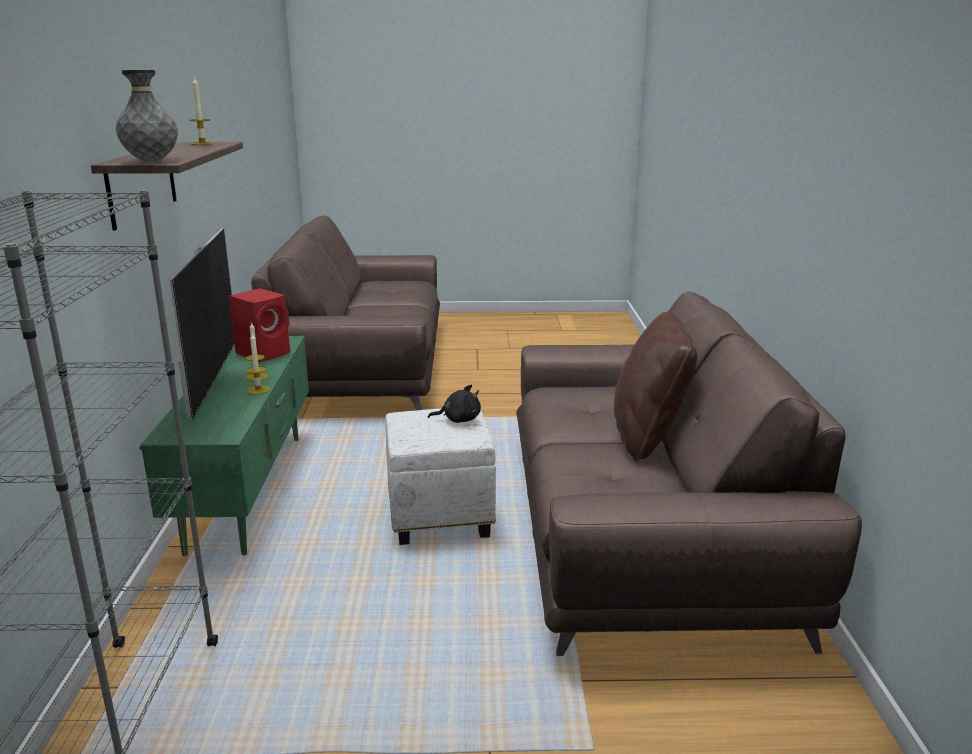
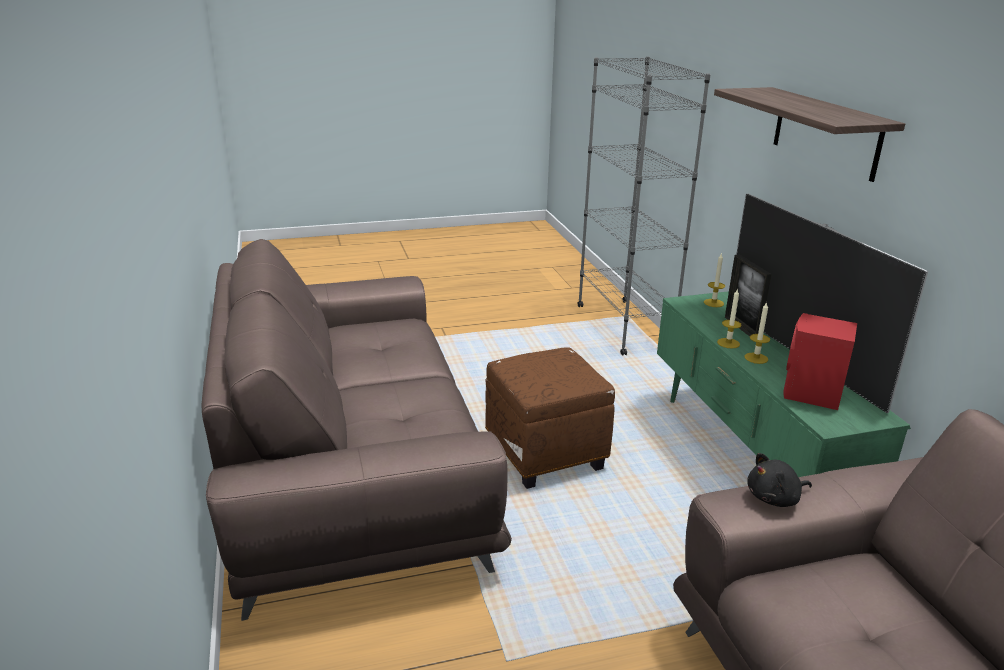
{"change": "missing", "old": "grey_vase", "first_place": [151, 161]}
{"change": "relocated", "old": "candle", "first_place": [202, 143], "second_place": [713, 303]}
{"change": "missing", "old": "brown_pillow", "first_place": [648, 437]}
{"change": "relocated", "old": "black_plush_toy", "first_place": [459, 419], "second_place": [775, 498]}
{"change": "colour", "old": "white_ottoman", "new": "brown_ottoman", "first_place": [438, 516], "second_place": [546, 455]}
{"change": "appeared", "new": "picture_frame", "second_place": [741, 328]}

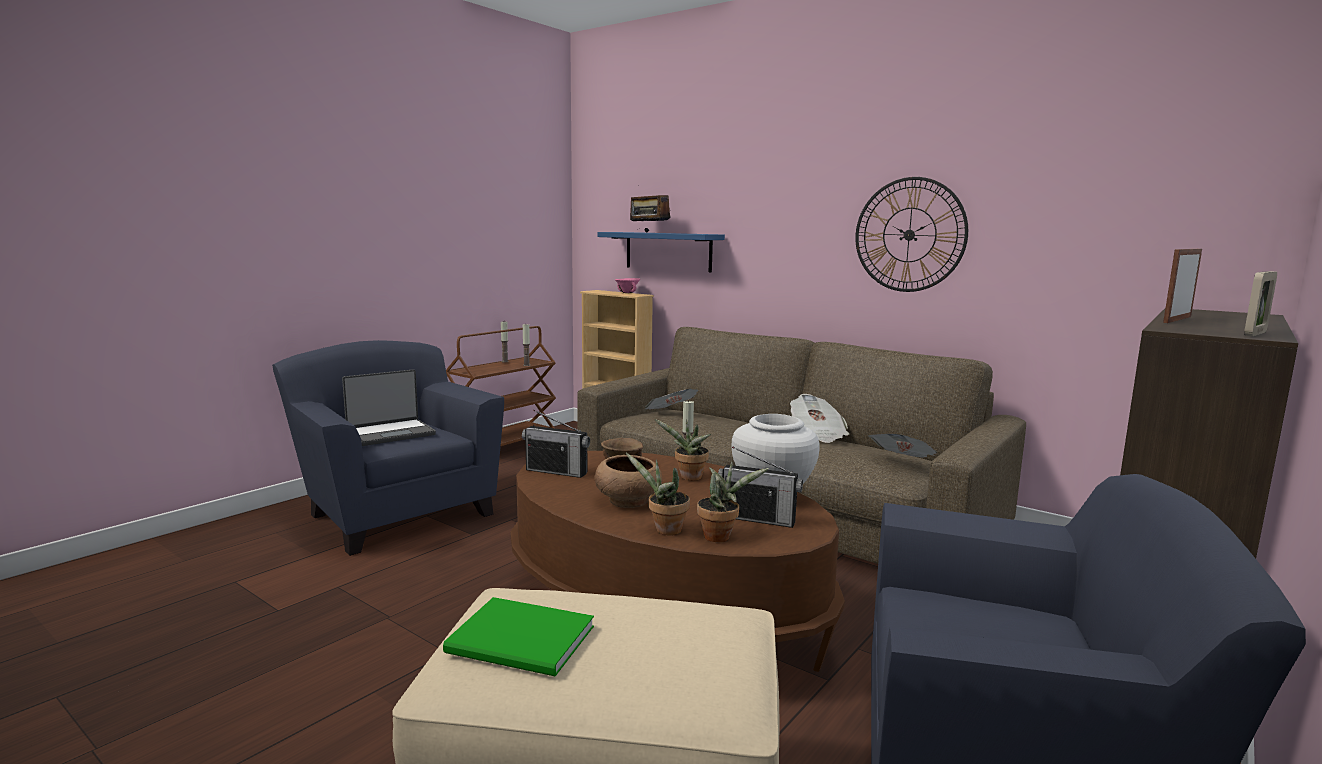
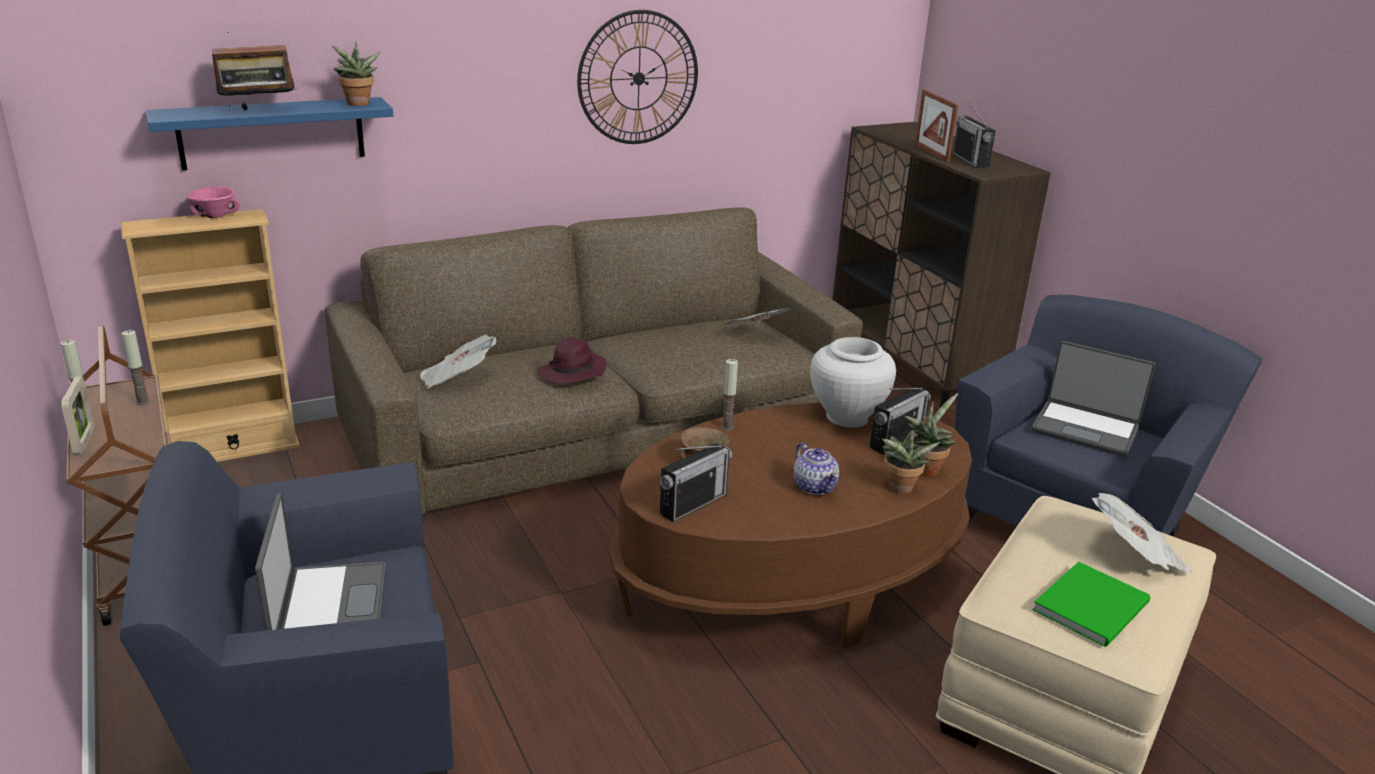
{"change": "relocated", "old": "picture_frame", "first_place": [1255, 333], "second_place": [84, 441]}
{"change": "relocated", "old": "newspaper", "first_place": [818, 434], "second_place": [1135, 556]}
{"change": "relocated", "old": "potted_plant", "first_place": [688, 478], "second_place": [358, 104]}
{"change": "exchanged", "old": "brown_bowl", "new": "teapot", "first_place": [629, 501], "second_place": [814, 486]}
{"change": "appeared", "new": "radio", "second_place": [970, 160]}
{"change": "appeared", "new": "purple_hat", "second_place": [572, 373]}
{"change": "appeared", "new": "laptop", "second_place": [1085, 429]}

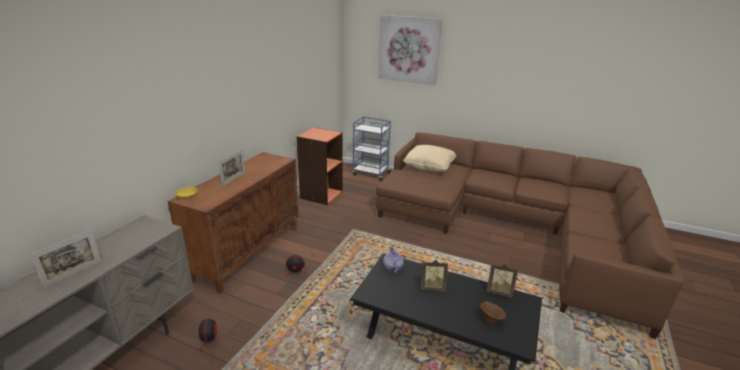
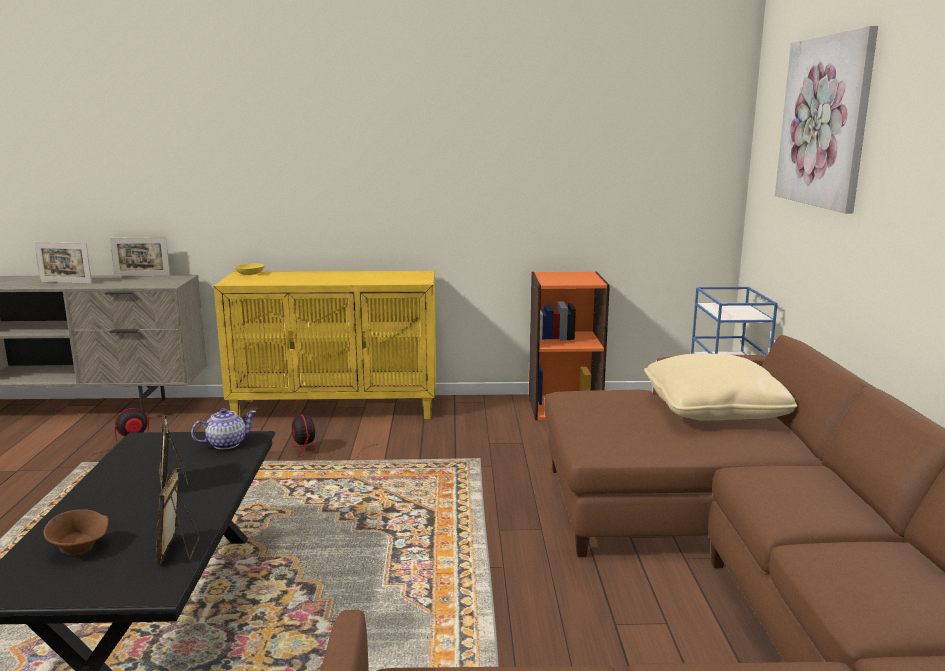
{"change": "relocated", "old": "picture_frame", "first_place": [234, 179], "second_place": [142, 276]}
{"change": "colour", "old": "brown_cabinet", "new": "yellow_cabinet", "first_place": [248, 251], "second_place": [337, 408]}

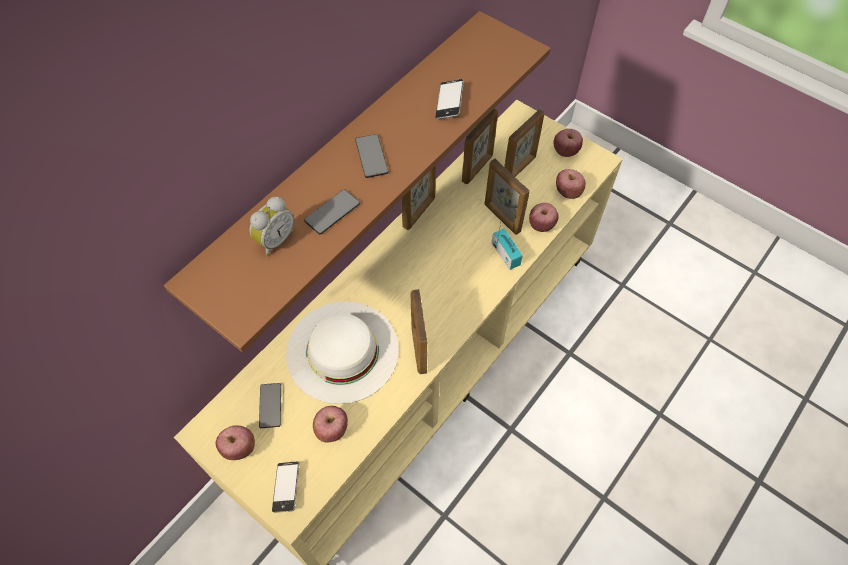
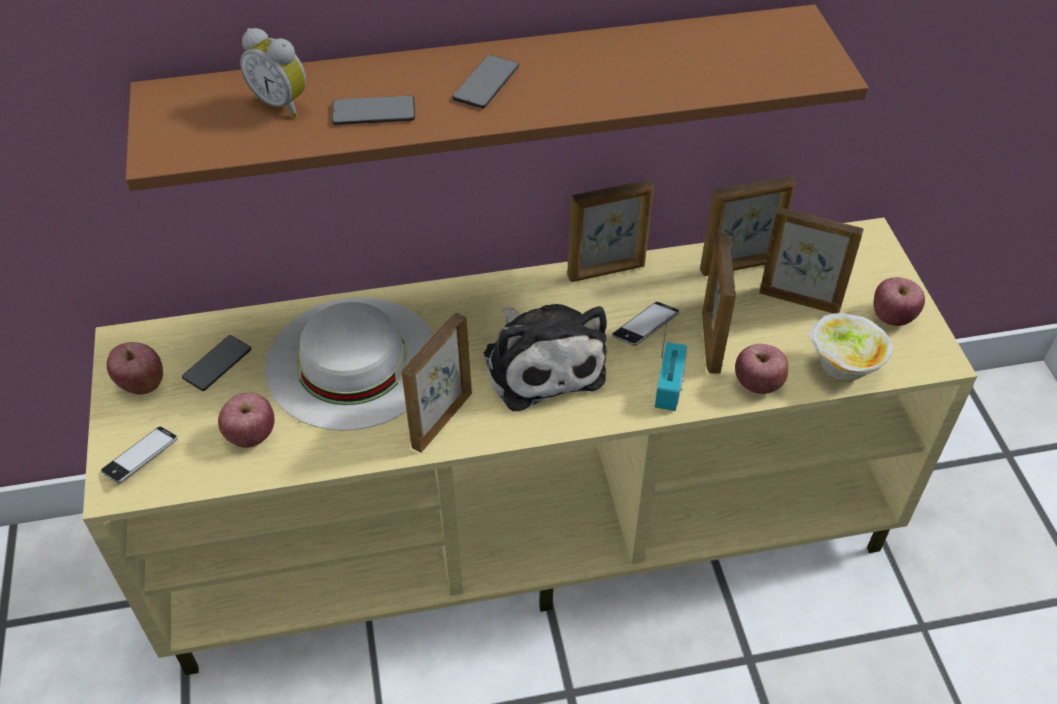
{"change": "relocated", "old": "phone", "first_place": [449, 102], "second_place": [645, 327]}
{"change": "spun", "old": "picture_frame", "first_place": [519, 168], "second_place": [799, 299], "degrees": -150}
{"change": "exchanged", "old": "apple", "new": "bowl", "first_place": [568, 192], "second_place": [841, 368]}
{"change": "spun", "old": "alarm_clock", "first_place": [275, 239], "second_place": [282, 103], "degrees": 45}
{"change": "appeared", "new": "plush_toy", "second_place": [542, 362]}

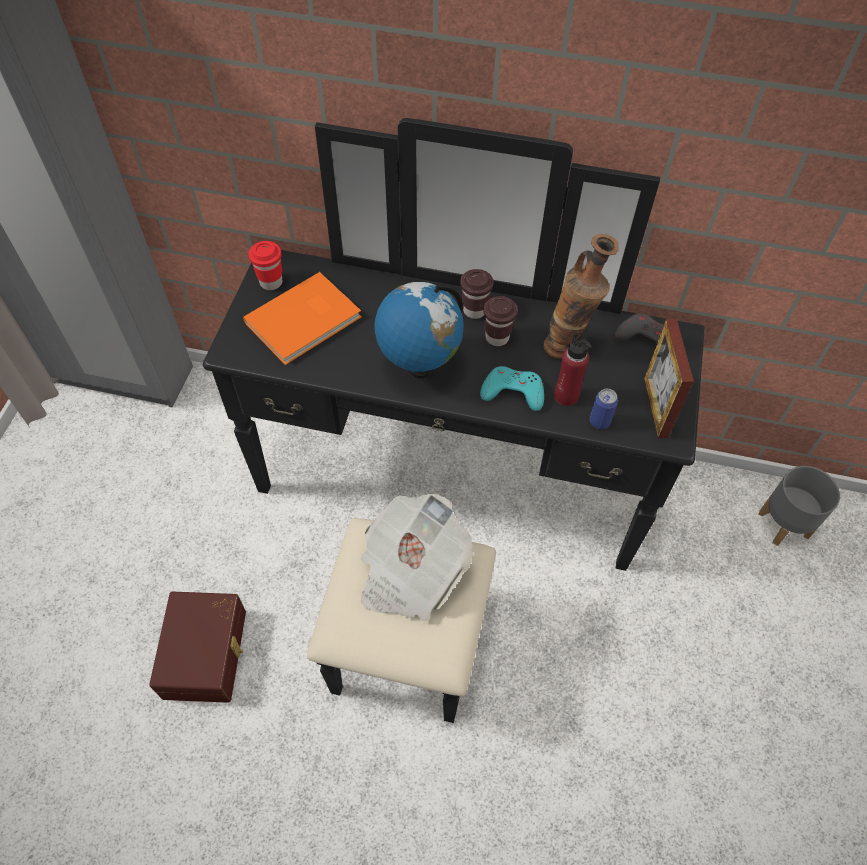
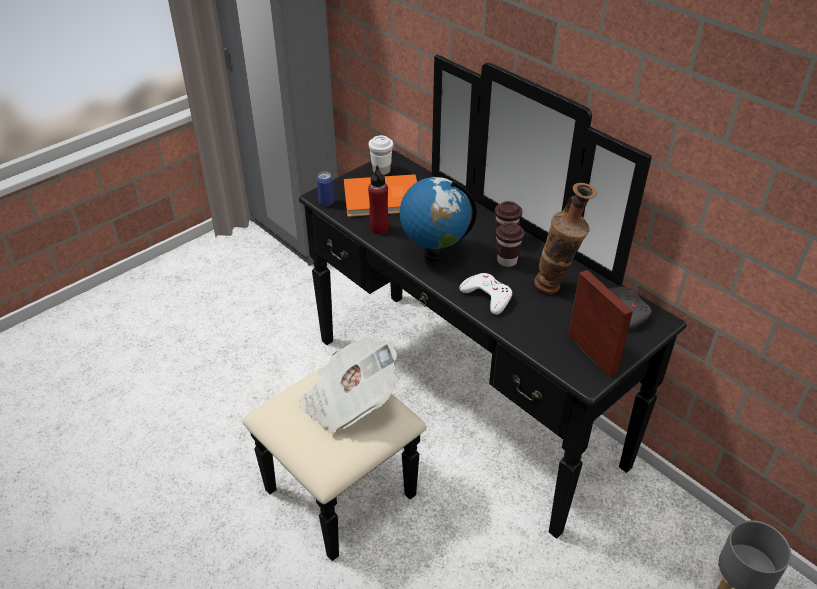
{"change": "colour", "old": "red_cup", "new": "white_cup", "first_place": [271, 282], "second_place": [381, 171]}
{"change": "spun", "old": "picture_frame", "first_place": [655, 407], "second_place": [591, 354], "degrees": 120}
{"change": "relocated", "old": "red_bottle", "first_place": [566, 396], "second_place": [379, 228]}
{"change": "colour", "old": "turquoise_game_controller", "new": "white_game_controller", "first_place": [513, 392], "second_place": [487, 296]}
{"change": "relocated", "old": "can", "first_place": [599, 421], "second_place": [326, 202]}
{"change": "missing", "old": "brown_storage_box", "first_place": [207, 653]}

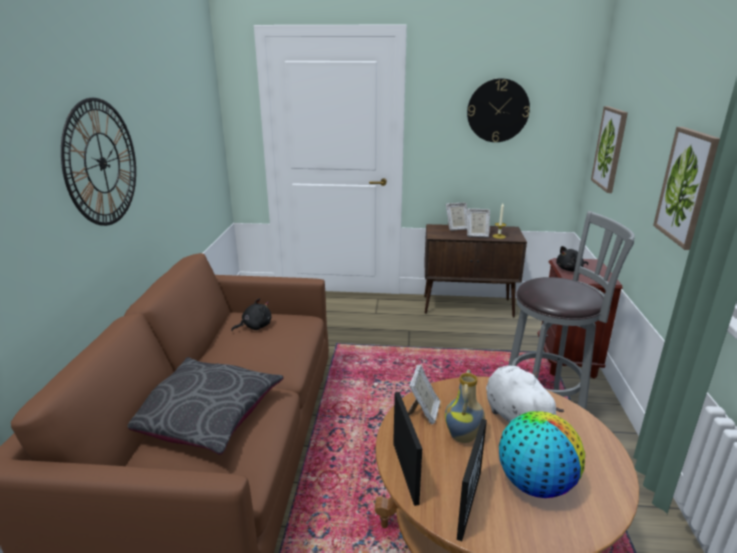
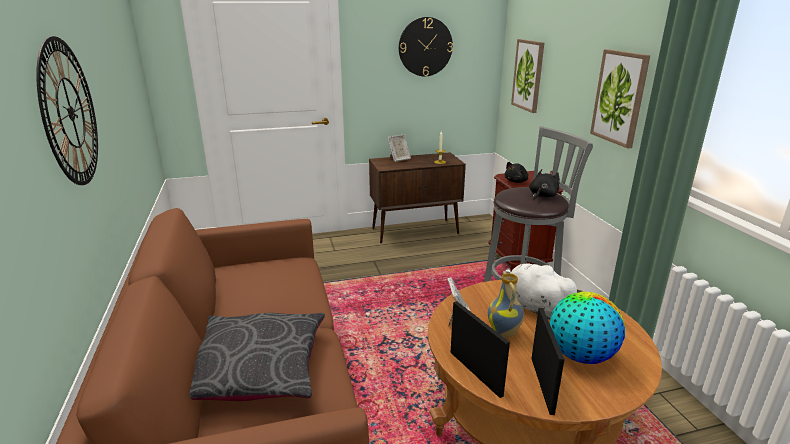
{"change": "missing", "old": "picture_frame", "first_place": [476, 235]}
{"change": "relocated", "old": "black_plush_toy", "first_place": [255, 326], "second_place": [542, 196]}

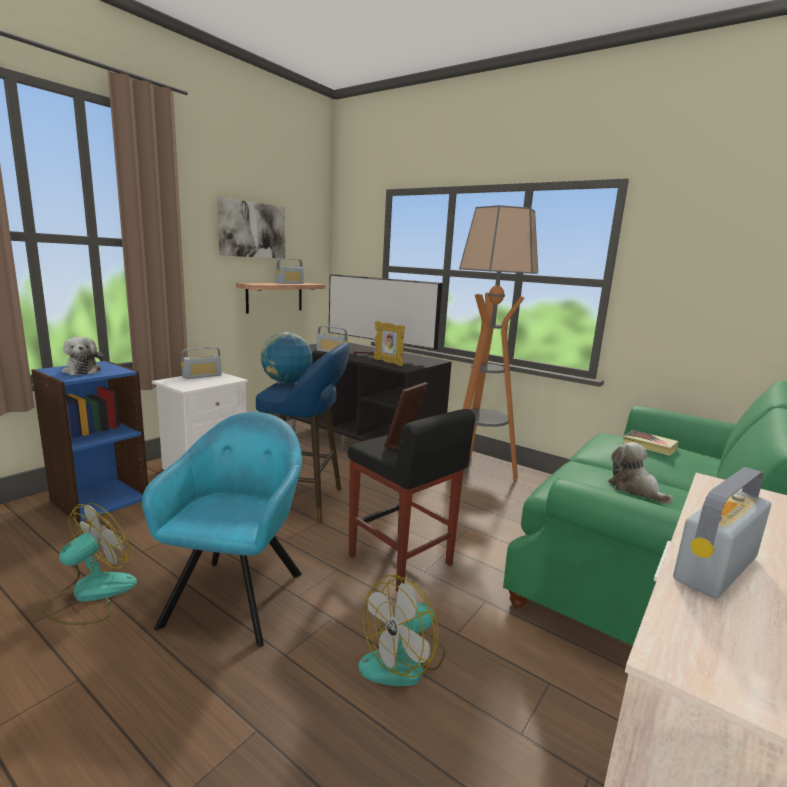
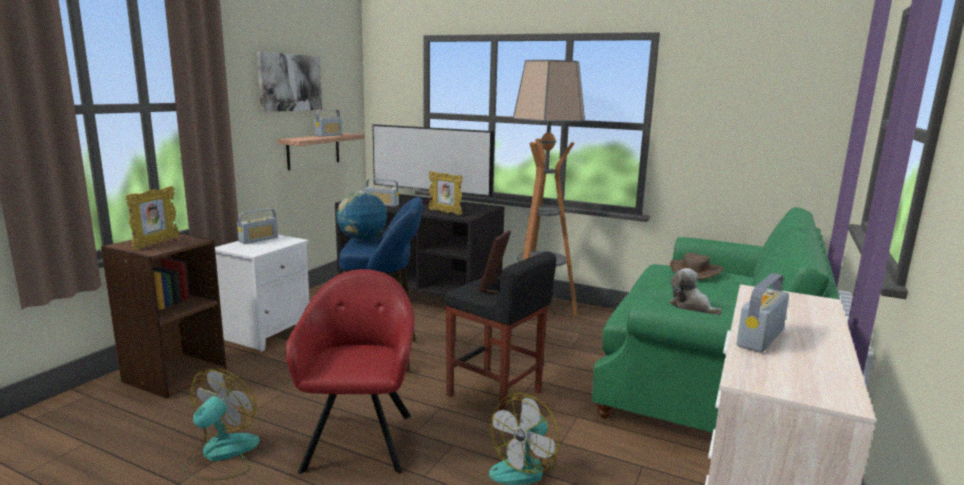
{"change": "exchanged", "old": "plush_toy", "new": "picture_frame", "first_place": [82, 370], "second_place": [156, 243]}
{"change": "colour", "old": "blue_bookcase", "new": "brown_bookcase", "first_place": [99, 499], "second_place": [174, 374]}
{"change": "colour", "old": "turquoise_armchair", "new": "red_armchair", "first_place": [237, 594], "second_place": [359, 438]}
{"change": "exchanged", "old": "book", "new": "brown_hat", "first_place": [649, 446], "second_place": [695, 271]}

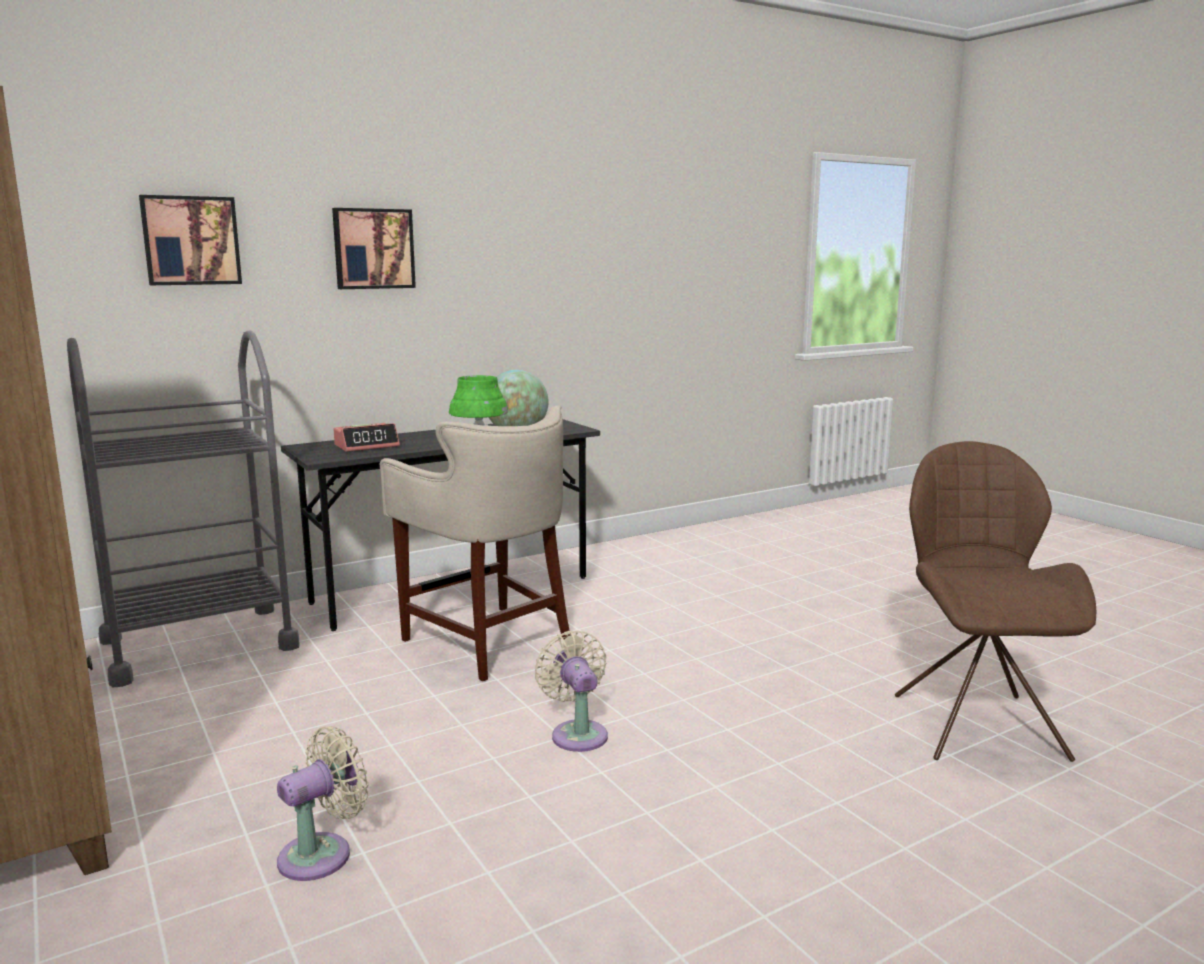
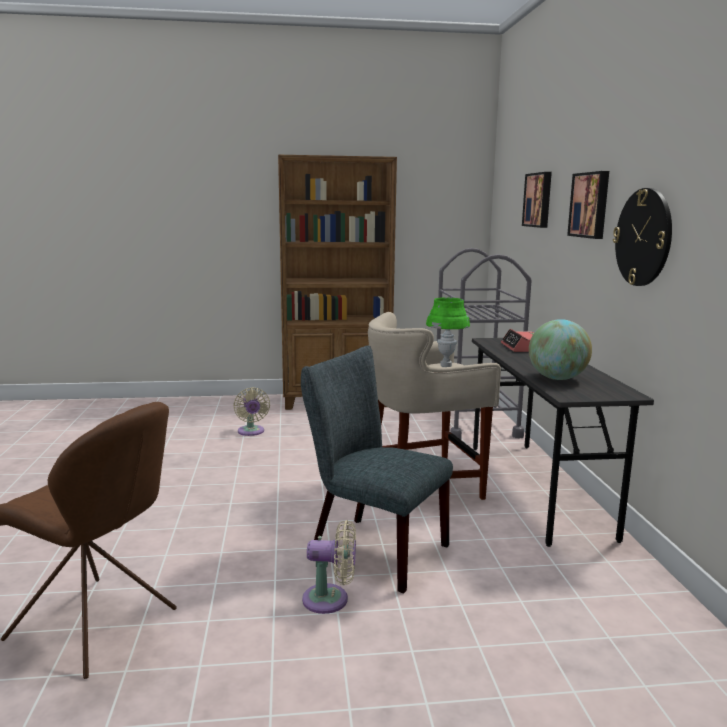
{"change": "relocated", "old": "beige_fan", "first_place": [577, 733], "second_place": [330, 599]}
{"change": "appeared", "new": "wall_clock", "second_place": [643, 237]}
{"change": "appeared", "new": "grey_chair", "second_place": [370, 549]}

